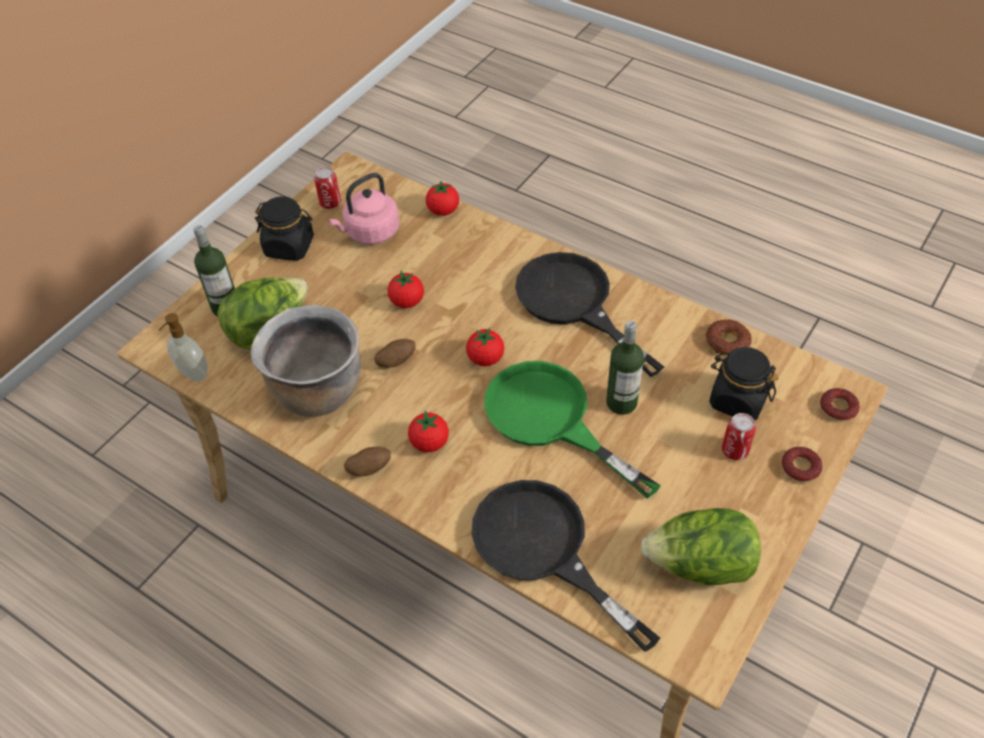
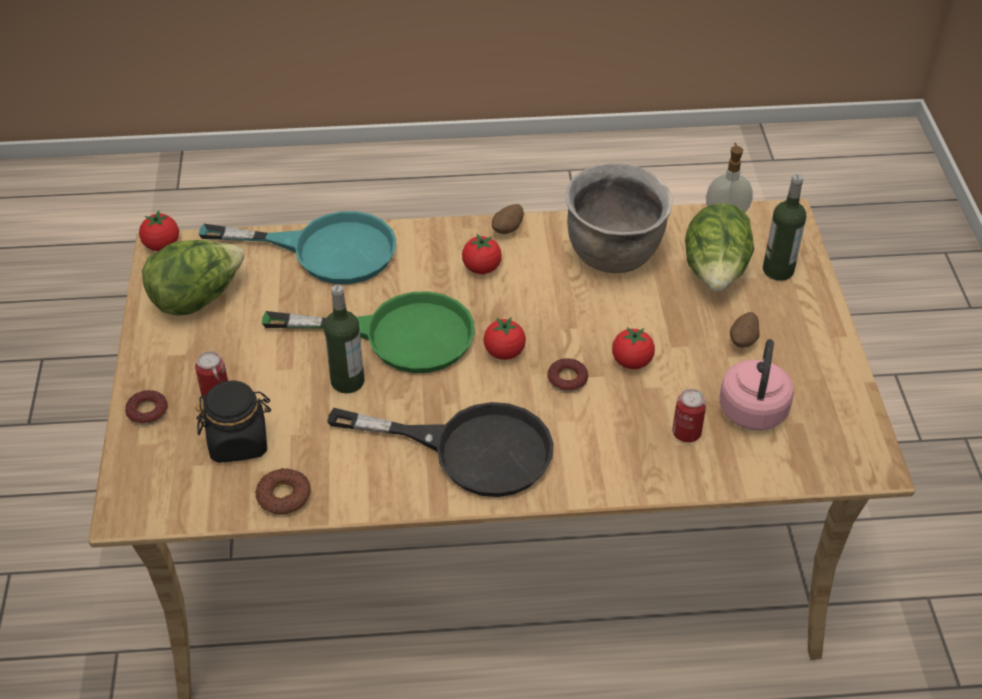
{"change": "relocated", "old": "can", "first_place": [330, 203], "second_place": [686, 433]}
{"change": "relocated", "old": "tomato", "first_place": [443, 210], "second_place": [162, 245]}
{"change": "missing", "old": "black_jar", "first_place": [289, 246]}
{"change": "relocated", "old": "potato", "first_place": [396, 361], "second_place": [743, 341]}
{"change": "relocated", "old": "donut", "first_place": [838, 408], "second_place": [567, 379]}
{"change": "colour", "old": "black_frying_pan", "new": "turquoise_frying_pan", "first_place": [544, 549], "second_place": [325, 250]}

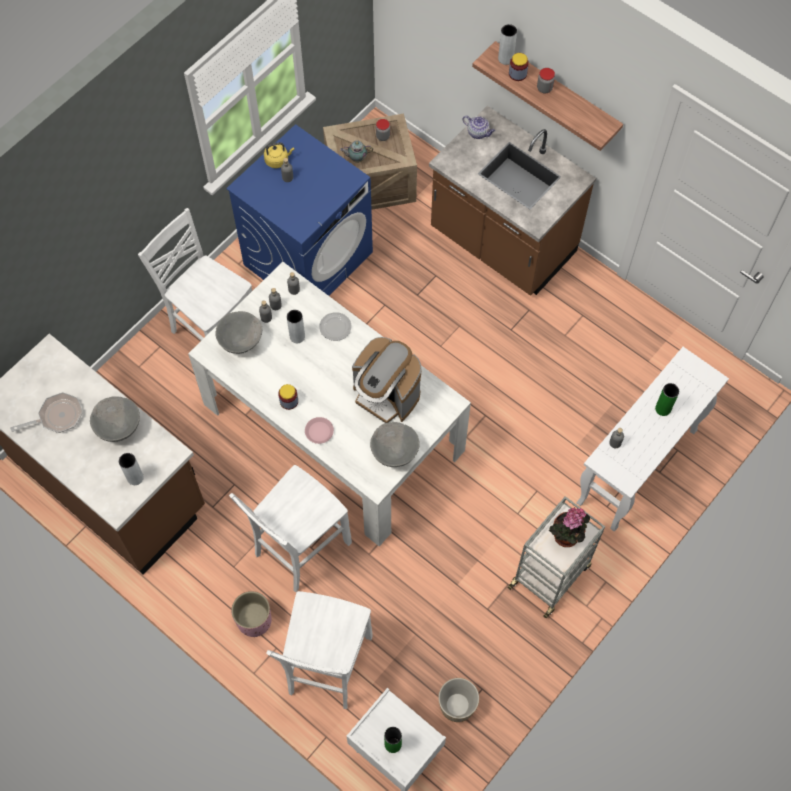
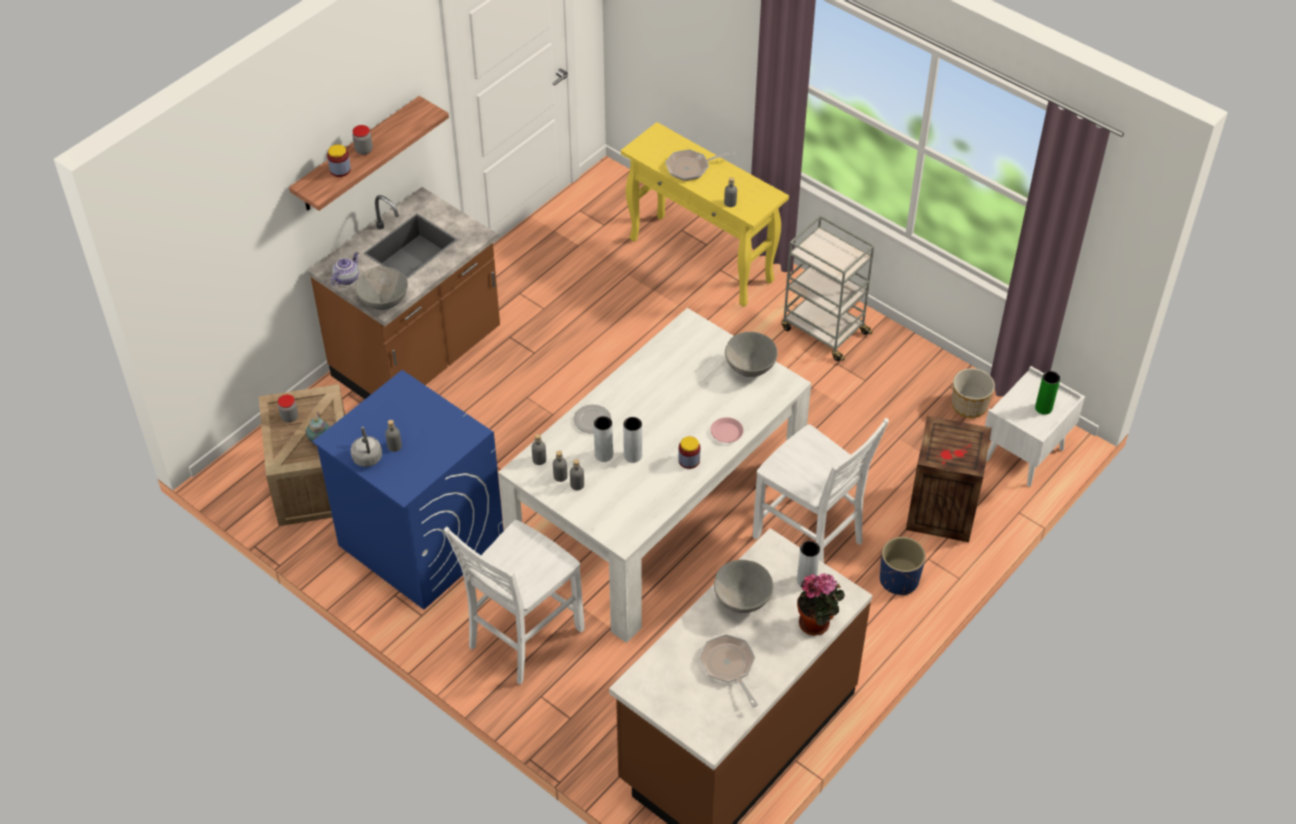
{"change": "relocated", "old": "grey_vase", "first_place": [505, 59], "second_place": [633, 455]}
{"change": "colour", "old": "yellow_kettle", "new": "grey_kettle", "first_place": [278, 160], "second_place": [367, 456]}
{"change": "relocated", "old": "grey_bowl", "first_place": [241, 342], "second_place": [384, 302]}
{"change": "missing", "old": "coffee_machine", "first_place": [386, 395]}
{"change": "colour", "old": "white_console_table", "new": "yellow_console_table", "first_place": [636, 468], "second_place": [702, 260]}
{"change": "exchanged", "old": "green_vase", "new": "frying_pan", "first_place": [663, 409], "second_place": [691, 168]}
{"change": "relocated", "old": "potted_plant", "first_place": [566, 538], "second_place": [817, 623]}
{"change": "colour", "old": "pink_planter", "new": "blue_planter", "first_place": [254, 621], "second_place": [899, 580]}
{"change": "exchanged", "old": "white_chair", "new": "crate", "first_place": [327, 666], "second_place": [942, 512]}

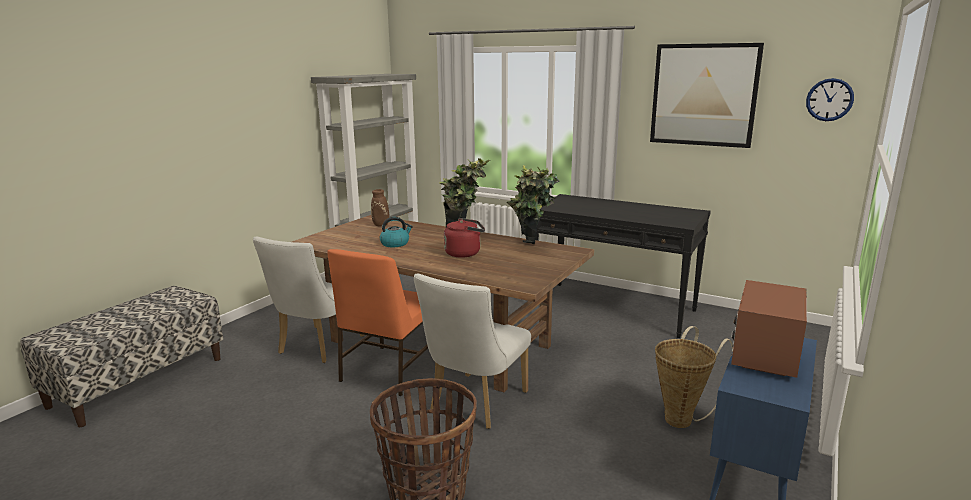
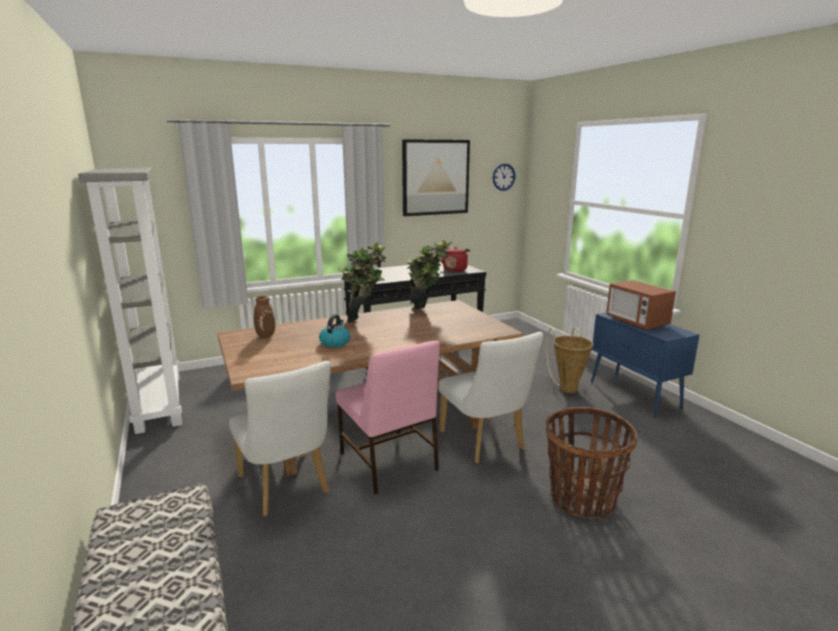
{"change": "relocated", "old": "red_kettle", "first_place": [465, 253], "second_place": [455, 269]}
{"change": "colour", "old": "orange_chair", "new": "pink_chair", "first_place": [388, 370], "second_place": [388, 462]}

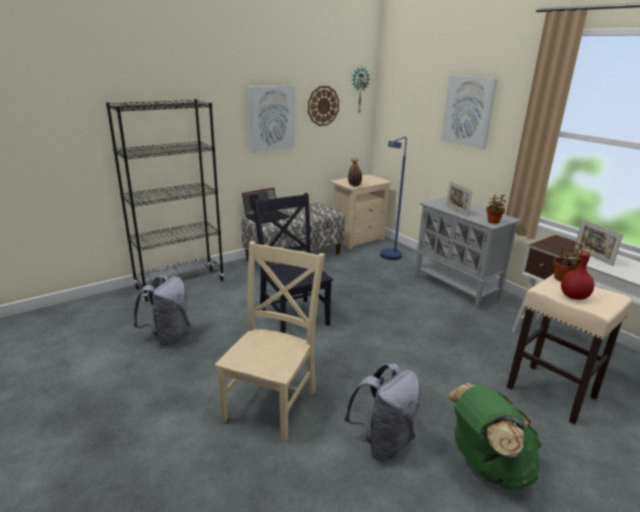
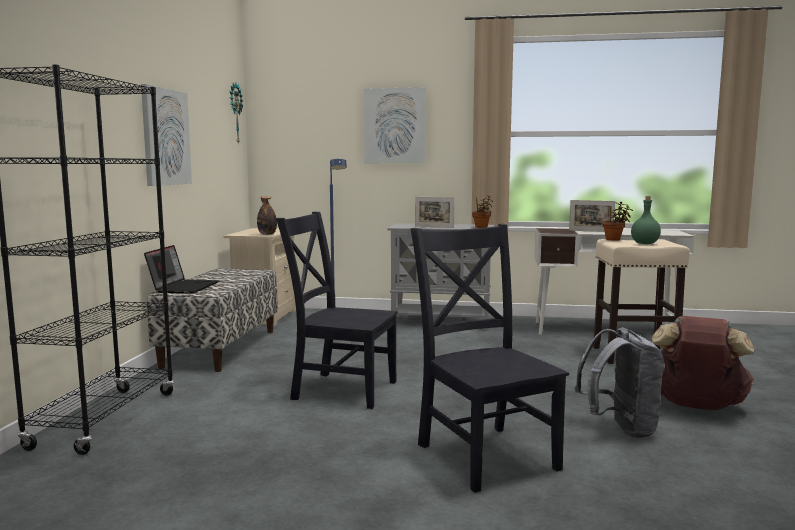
{"change": "missing", "old": "wall_clock", "first_place": [323, 106]}
{"change": "colour", "old": "beige_chair", "new": "black_chair", "first_place": [272, 402], "second_place": [484, 453]}
{"change": "colour", "old": "red_bottle", "new": "green_bottle", "first_place": [574, 297], "second_place": [645, 243]}
{"change": "missing", "old": "grey_backpack", "first_place": [168, 336]}
{"change": "colour", "old": "green_backpack", "new": "brown_backpack", "first_place": [486, 465], "second_place": [695, 406]}

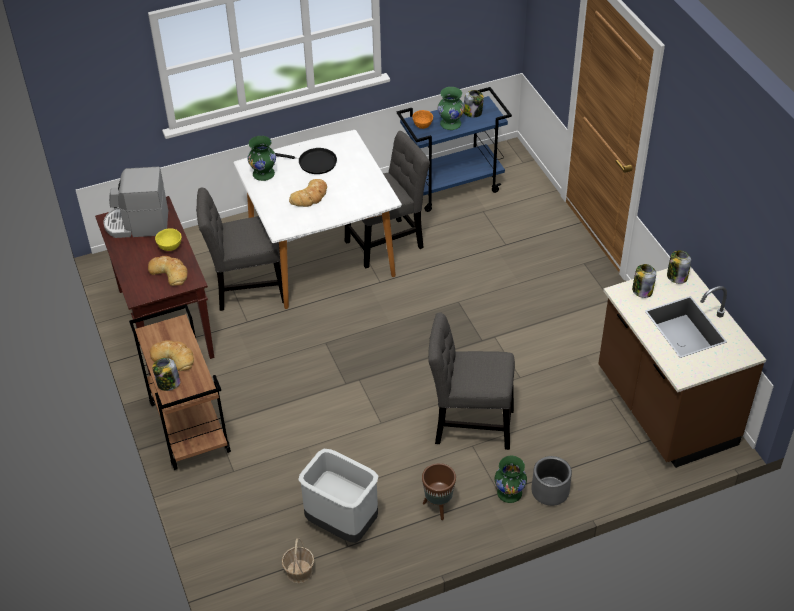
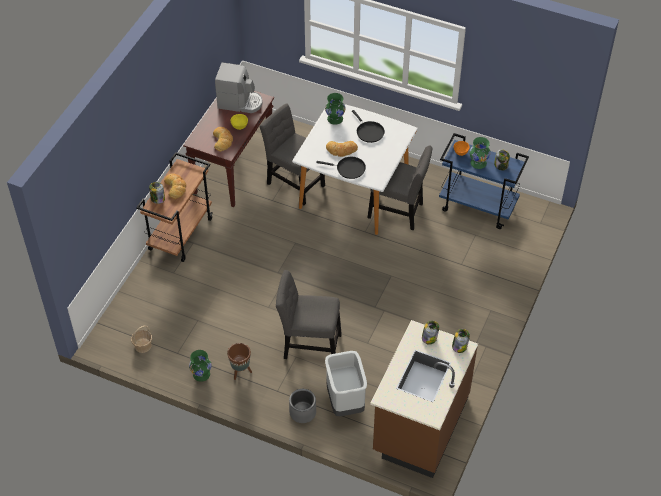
{"change": "spun", "old": "coffee_machine", "first_place": [138, 224], "second_place": [240, 102], "degrees": 150}
{"change": "spun", "old": "grey_chair", "first_place": [469, 424], "second_place": [309, 345], "degrees": -45}
{"change": "relocated", "old": "grey_trash_can", "first_place": [341, 524], "second_place": [344, 401]}
{"change": "relocated", "old": "green_vase", "first_place": [509, 493], "second_place": [201, 374]}
{"change": "appeared", "new": "black_frying_pan", "second_place": [348, 169]}

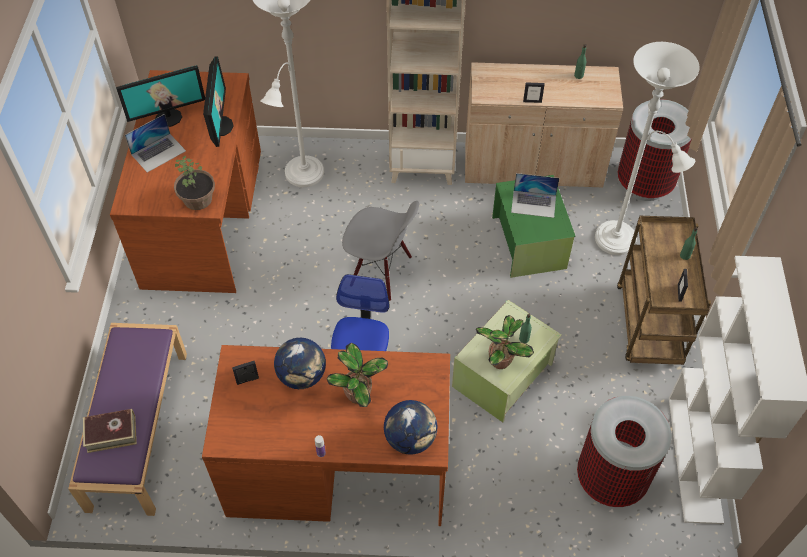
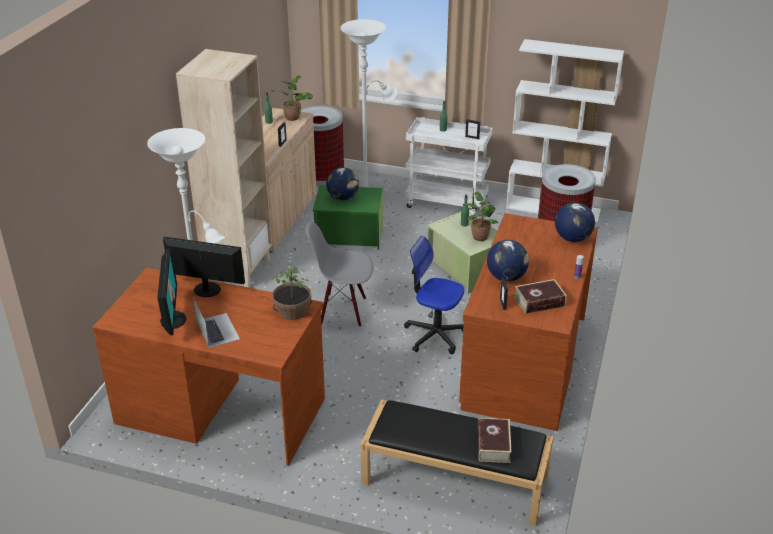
{"change": "exchanged", "old": "laptop", "new": "globe", "first_place": [533, 204], "second_place": [343, 198]}
{"change": "spun", "old": "grey_chair", "first_place": [380, 272], "second_place": [343, 310], "degrees": -120}
{"change": "colour", "old": "brown_cart", "new": "white_cart", "first_place": [649, 326], "second_place": [447, 203]}
{"change": "colour", "old": "purple_bench", "new": "black_bench", "first_place": [138, 428], "second_place": [453, 480]}
{"change": "relocated", "old": "potted_plant", "first_place": [359, 394], "second_place": [293, 117]}
{"change": "appeared", "new": "book", "second_place": [539, 301]}

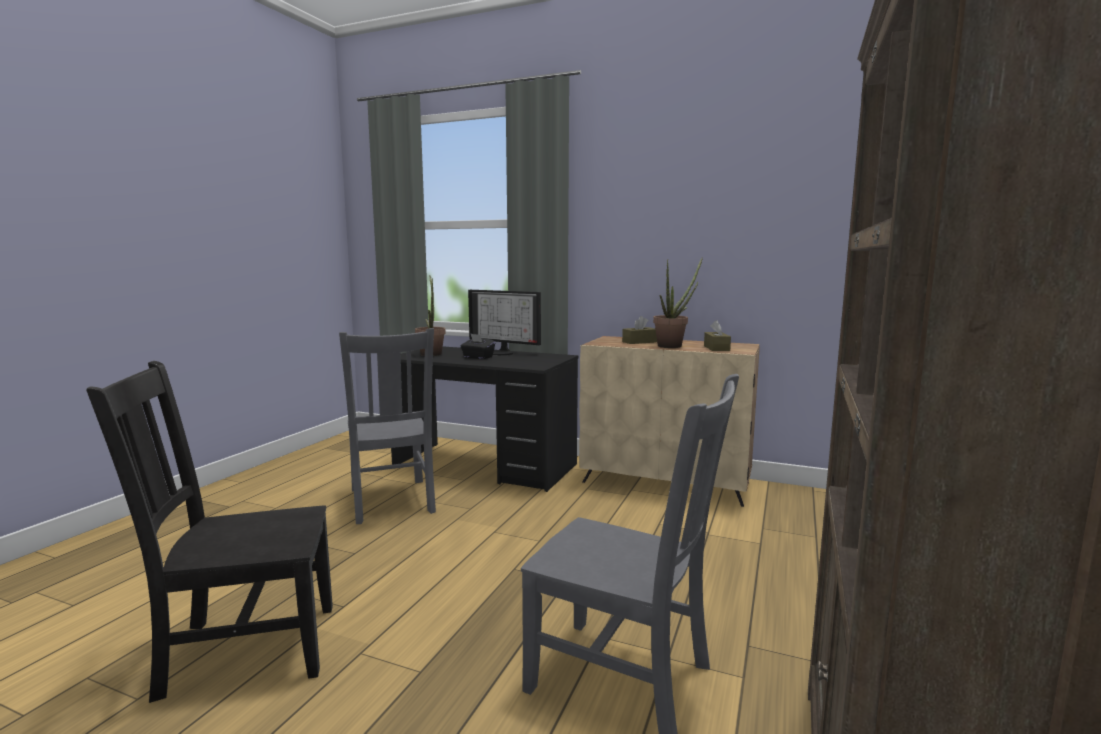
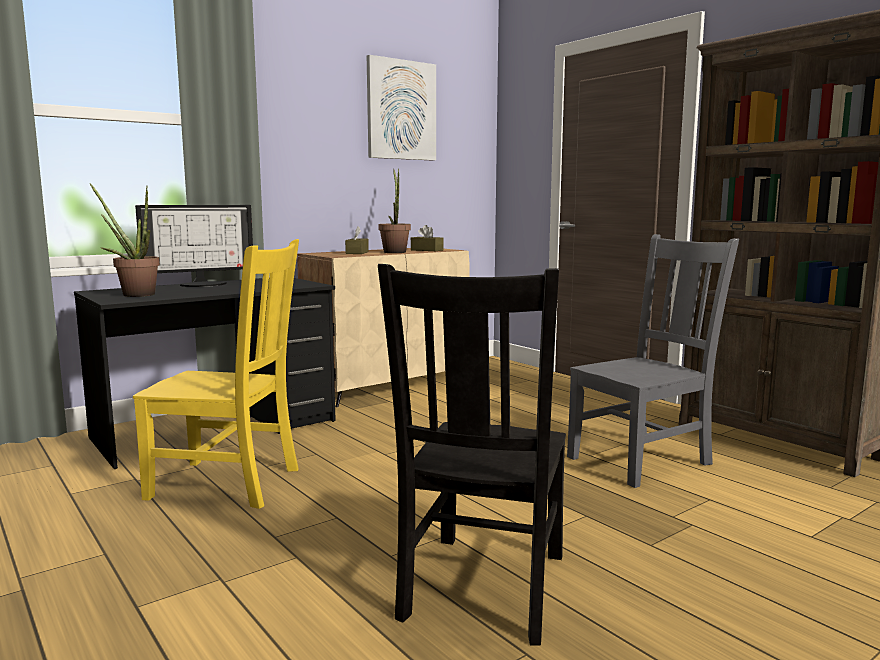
{"change": "colour", "old": "grey_chair", "new": "yellow_chair", "first_place": [392, 502], "second_place": [229, 484]}
{"change": "missing", "old": "black_tissue_box", "first_place": [478, 357]}
{"change": "appeared", "new": "picture", "second_place": [401, 110]}

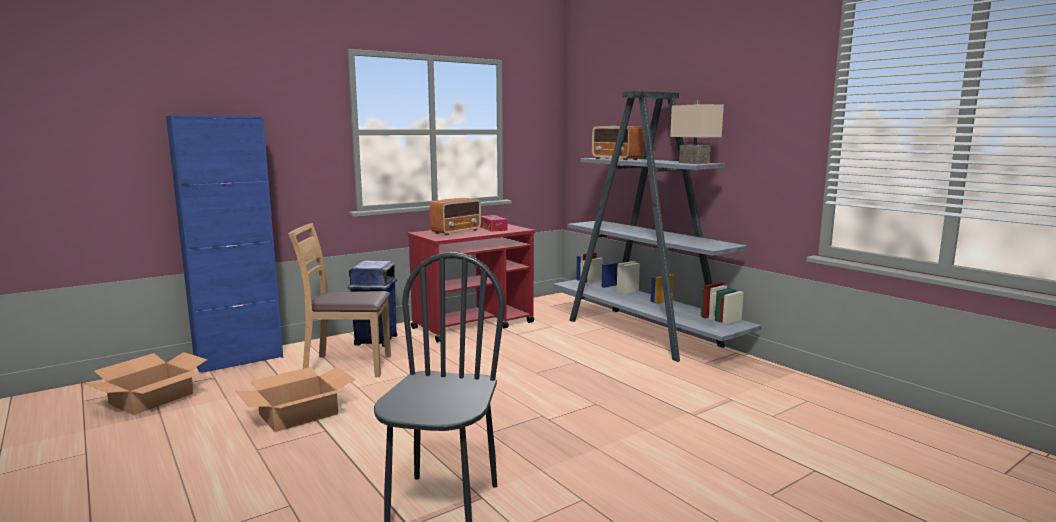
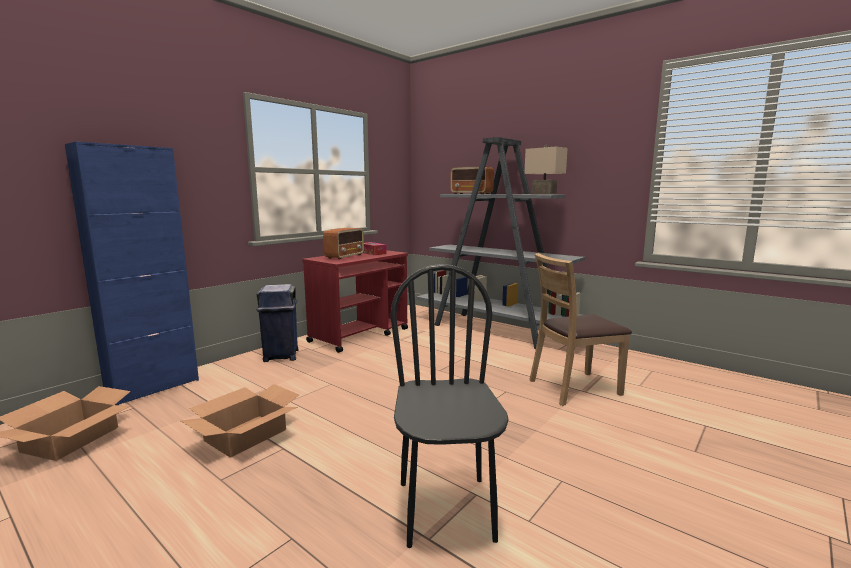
{"change": "relocated", "old": "brown_chair", "first_place": [347, 366], "second_place": [573, 388]}

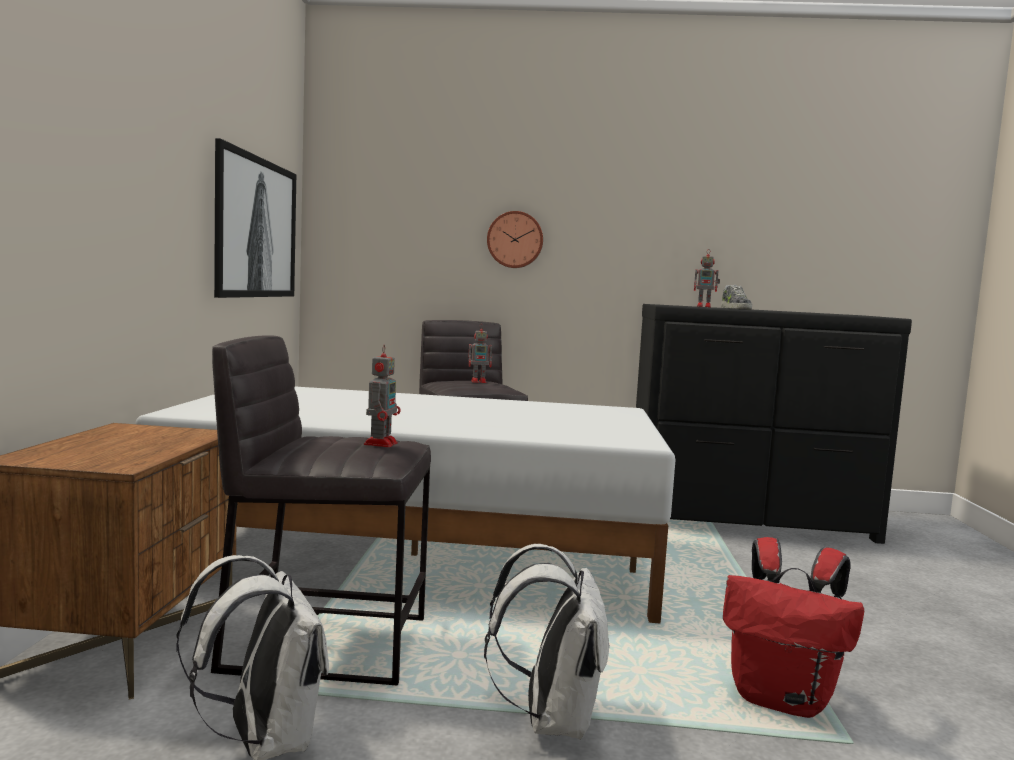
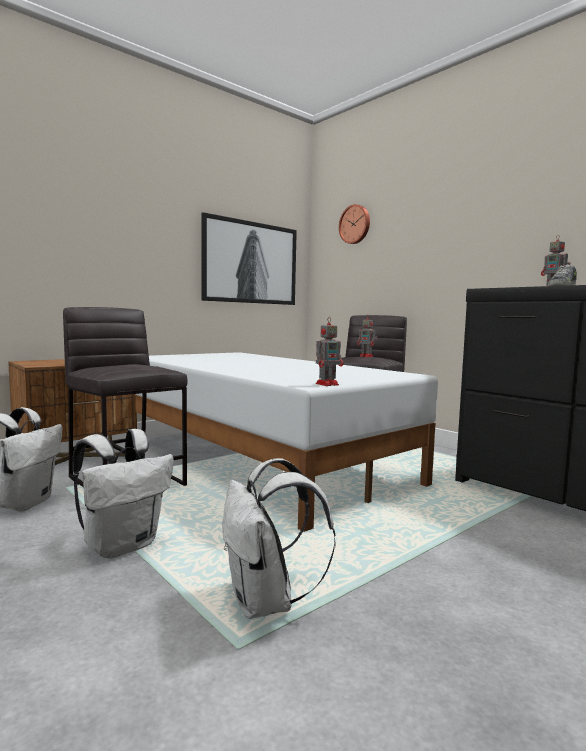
{"change": "relocated", "old": "wall_clock", "first_place": [515, 240], "second_place": [355, 224]}
{"change": "relocated", "old": "toy_robot", "first_place": [381, 443], "second_place": [328, 384]}
{"change": "colour", "old": "red_backpack", "new": "white_backpack", "first_place": [782, 700], "second_place": [266, 603]}

